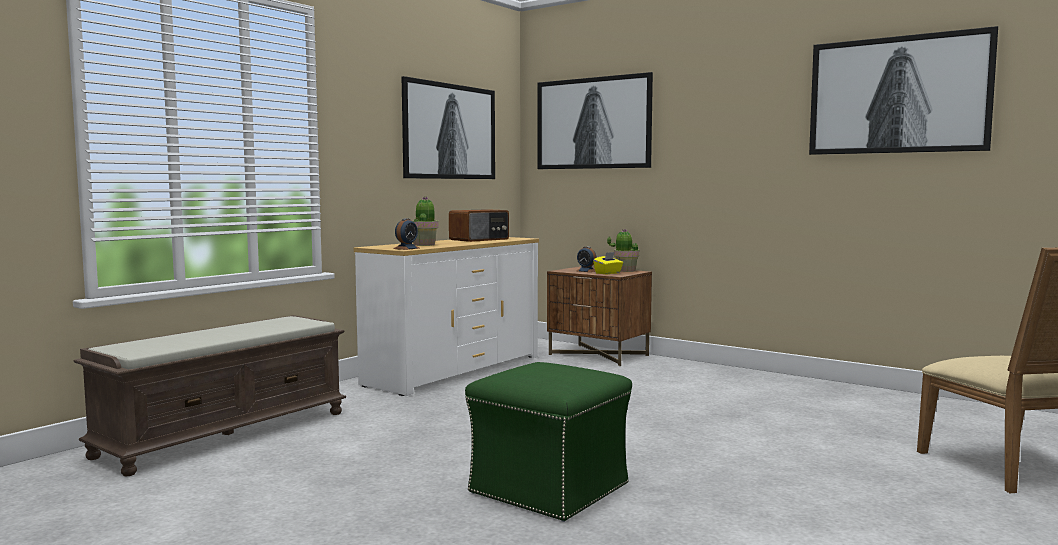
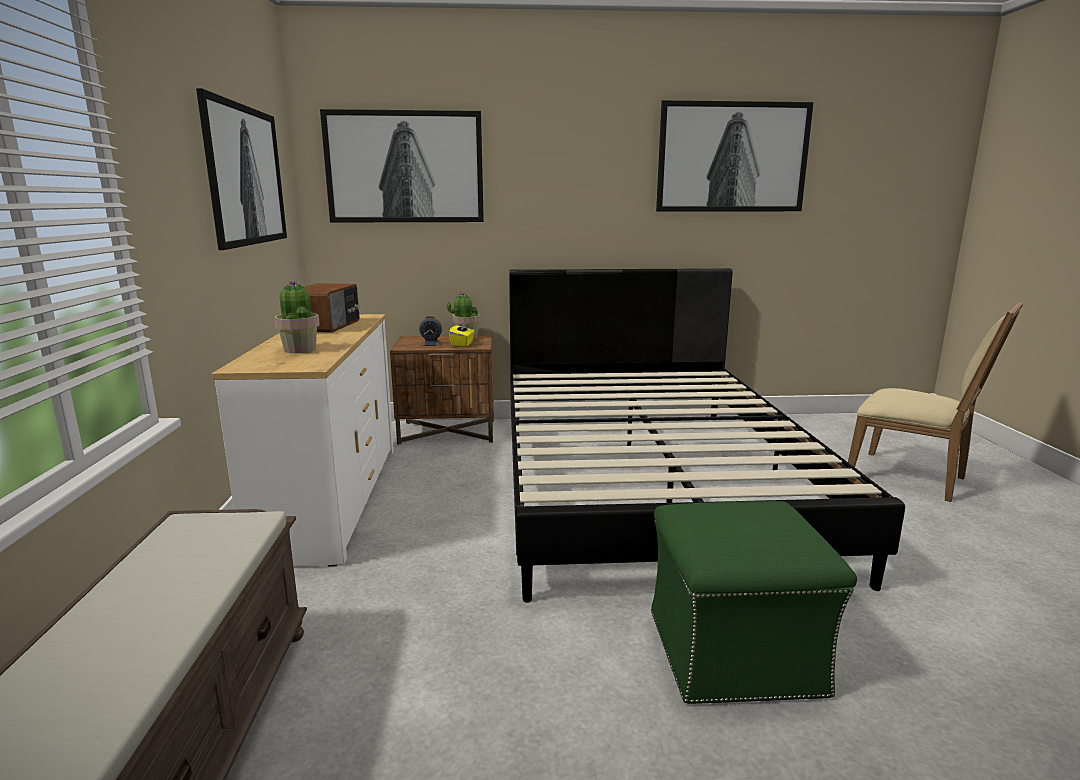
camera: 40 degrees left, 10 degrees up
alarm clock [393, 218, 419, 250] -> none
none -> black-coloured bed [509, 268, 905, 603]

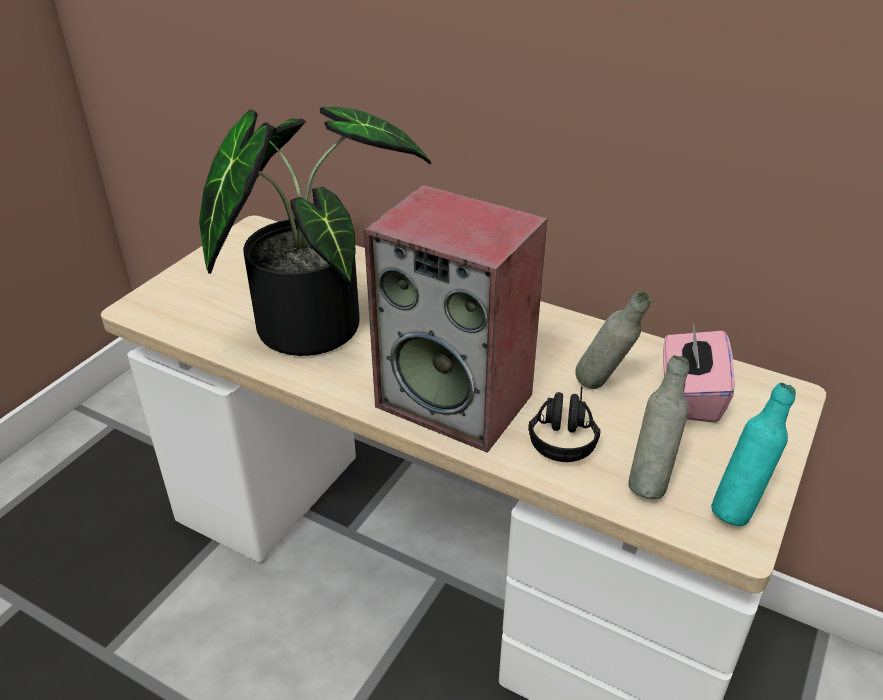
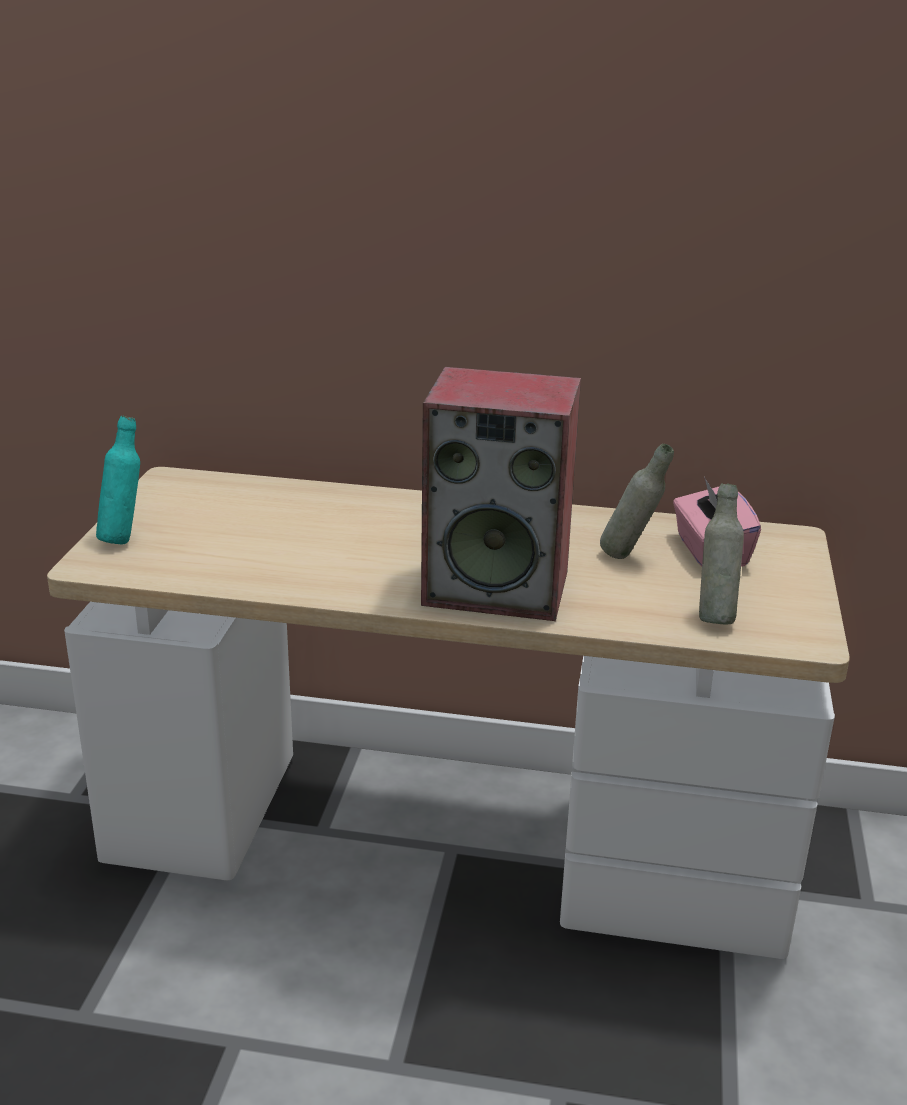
camera: 20 degrees left, 10 degrees down
potted plant [199, 107, 431, 356] -> none
black-coloured headphones [528, 386, 601, 462] -> none
blue-green beverage bottle [711, 383, 796, 526] -> blue-green beverage bottle [96, 416, 140, 544], move

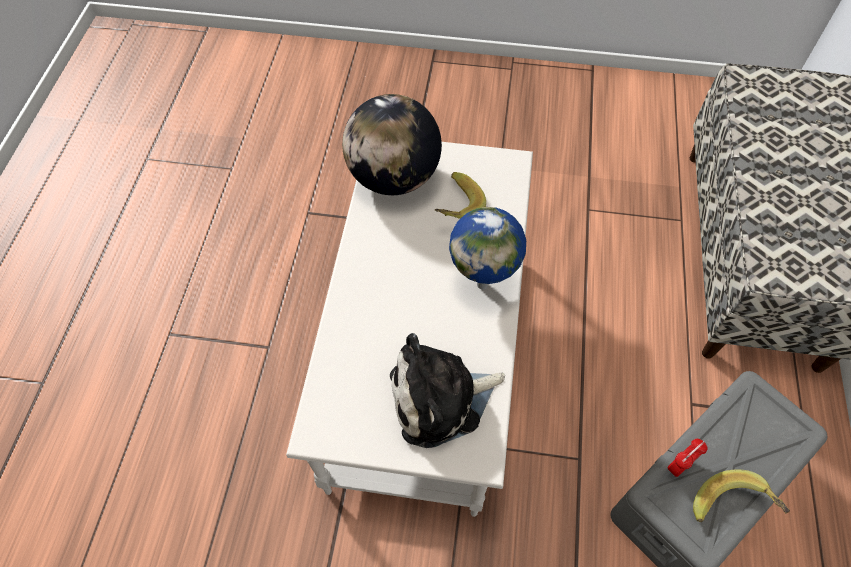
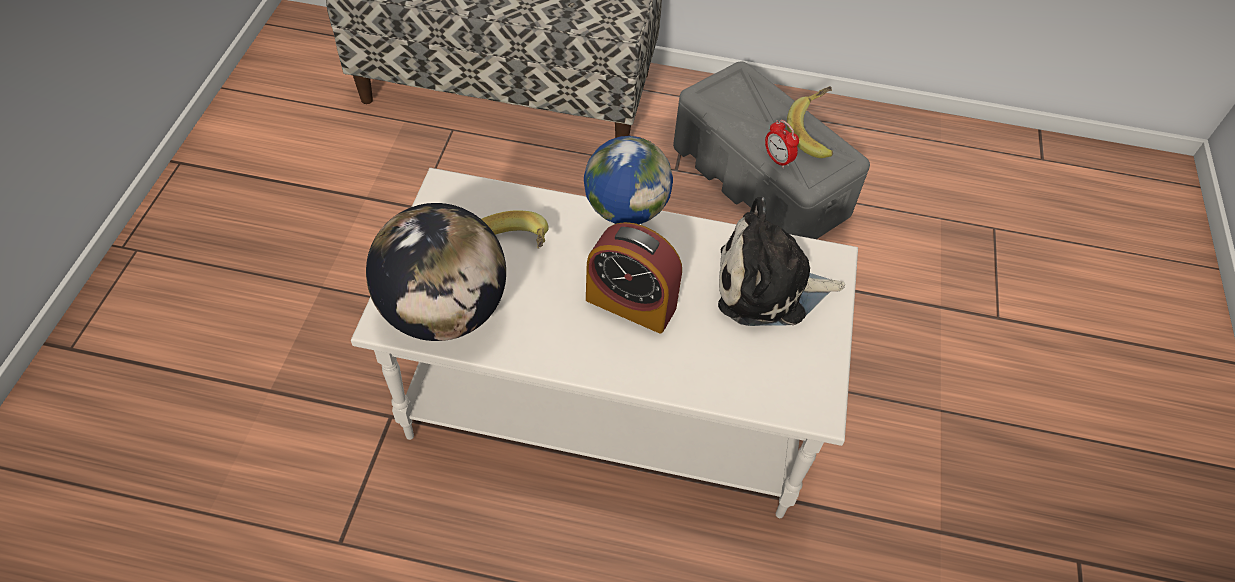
camera: 90 degrees left, 5 degrees down
none -> alarm clock [586, 222, 682, 333]
plush toy [390, 333, 505, 448] -> plush toy [718, 197, 845, 326], 105 degrees clockwise

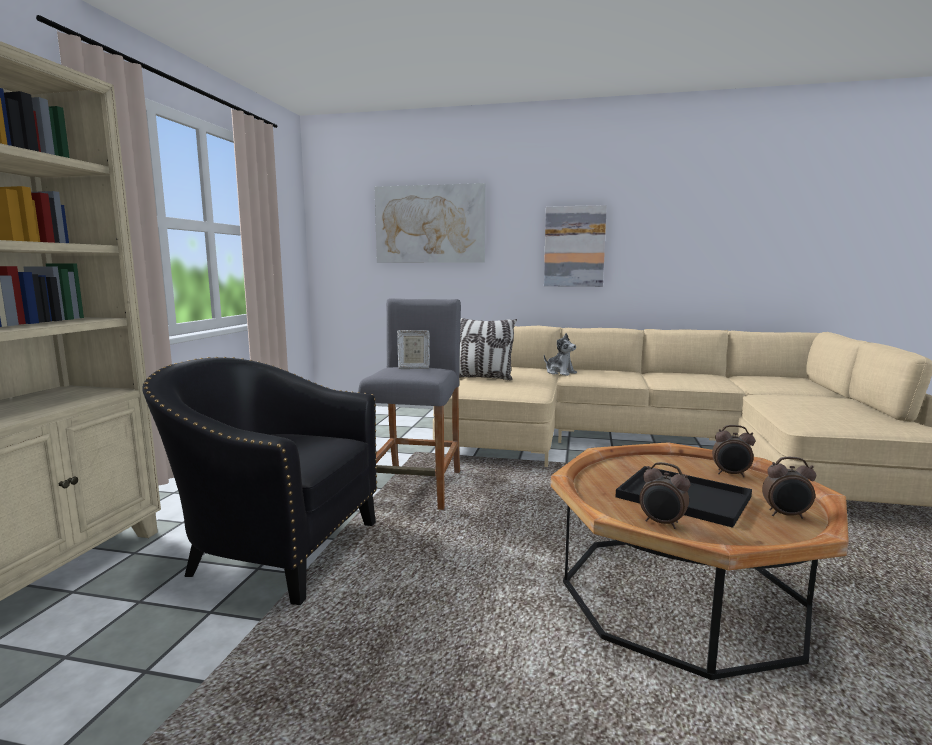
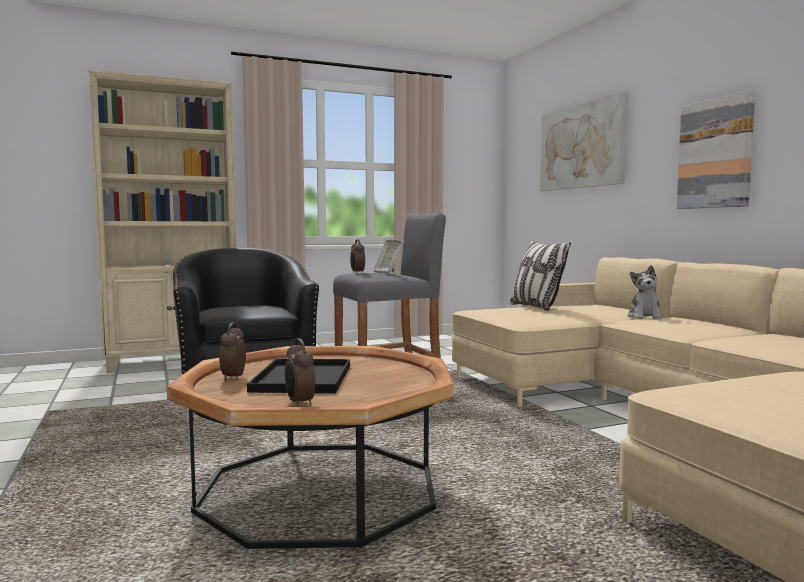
camera: 55 degrees right, 5 degrees down
alarm clock [712, 425, 755, 477] -> alarm clock [350, 239, 365, 274], move

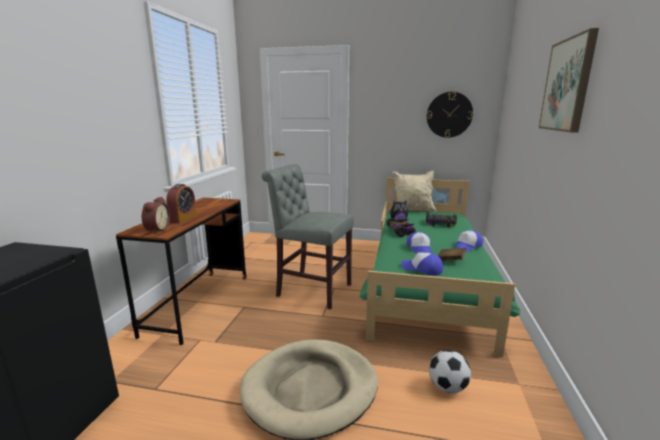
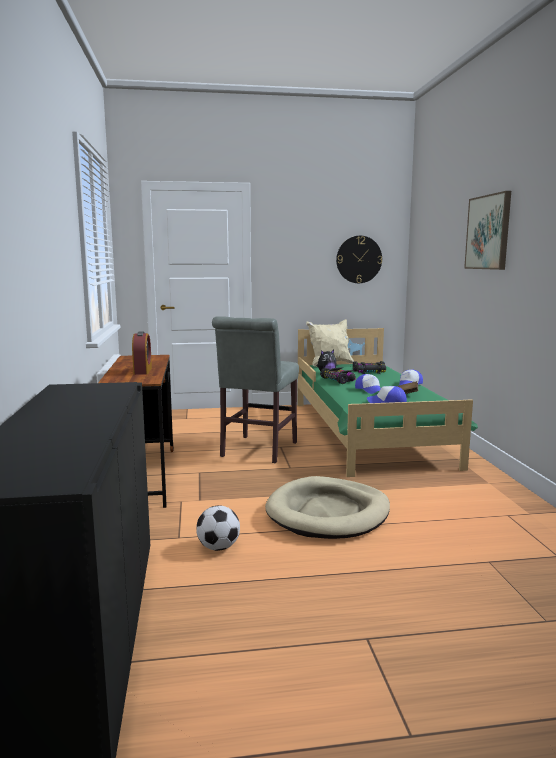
camera: 20 degrees left, 5 degrees down
alarm clock [142, 197, 170, 234] -> none
football ball [429, 350, 471, 393] -> football ball [196, 505, 240, 551], move
gray plain chair [262, 164, 354, 309] -> gray plain chair [212, 317, 299, 463], 75 degrees counterclockwise

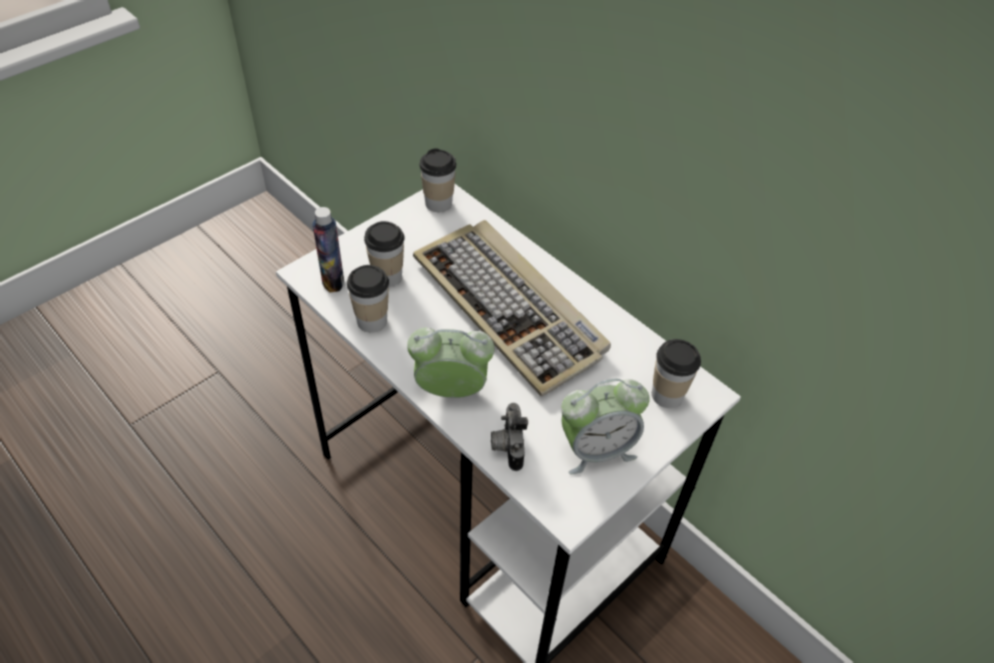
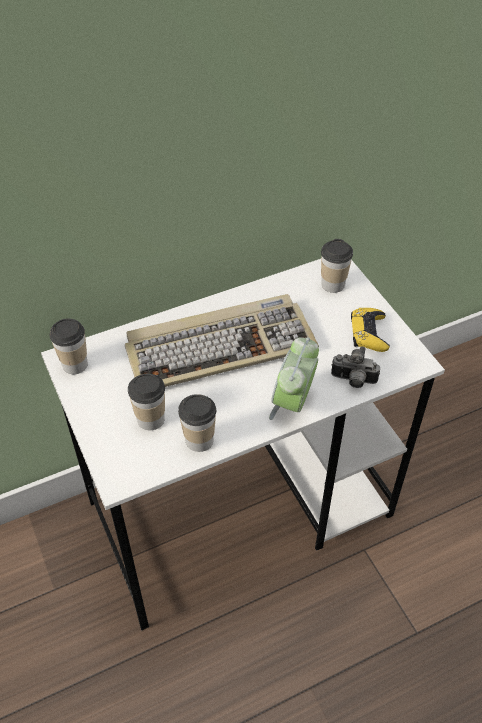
camera: 70 degrees left, 0 degrees up
beverage bottle [312, 207, 344, 292] -> none
alarm clock [561, 379, 650, 474] -> yellow game controller [351, 308, 390, 352]

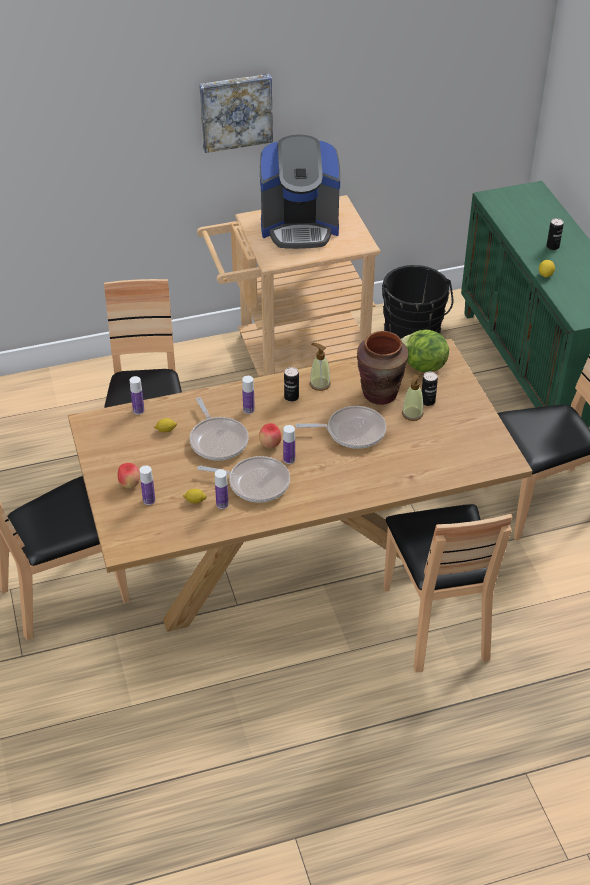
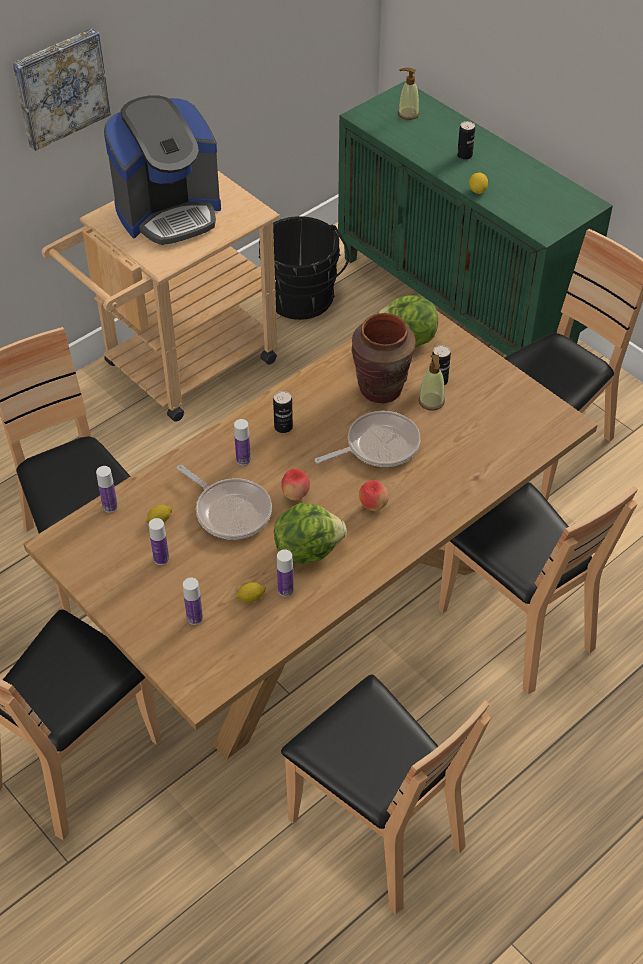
camera: 25 degrees left, 5 degrees up
none -> brown plain chair [281, 675, 491, 914]
whole apple [118, 463, 140, 488] -> whole apple [359, 480, 389, 511], move
beverage bottle [283, 425, 295, 464] -> beverage bottle [149, 518, 169, 565], move
soap bottle [310, 343, 331, 391] -> soap bottle [398, 68, 419, 120], move
pan [197, 456, 290, 502] -> lettuce [274, 503, 347, 564]

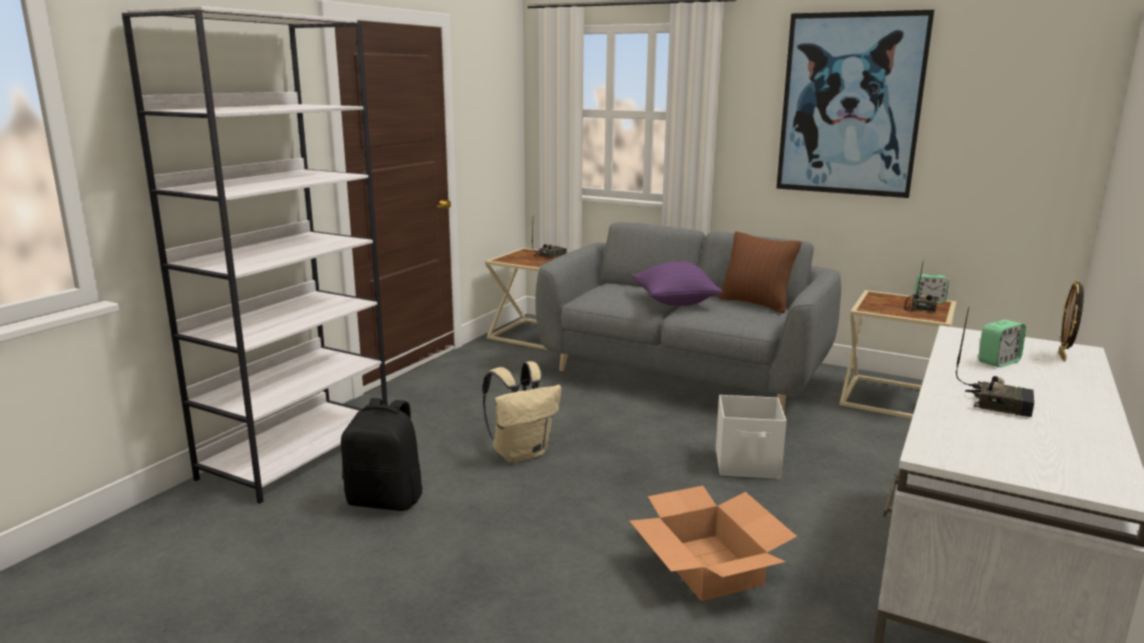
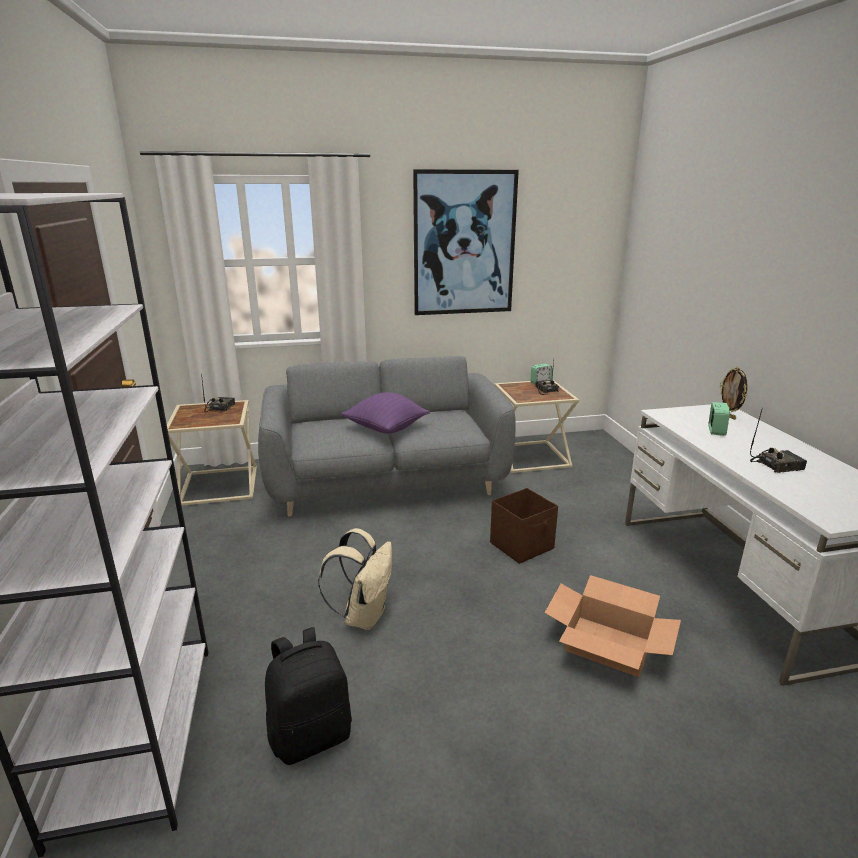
camera: 40 degrees left, 5 degrees up
brown pillow [718, 231, 802, 313] -> none
white-coloured storage bin [716, 395, 787, 479] -> brown storage bin [490, 488, 558, 564]

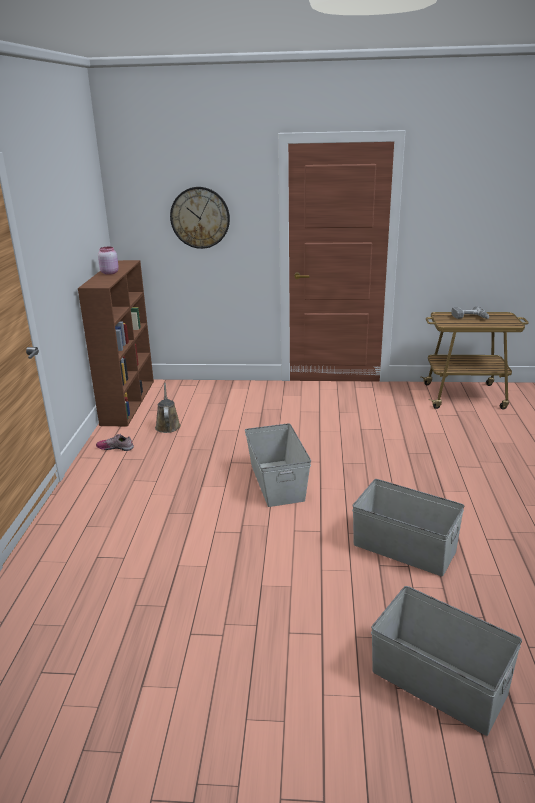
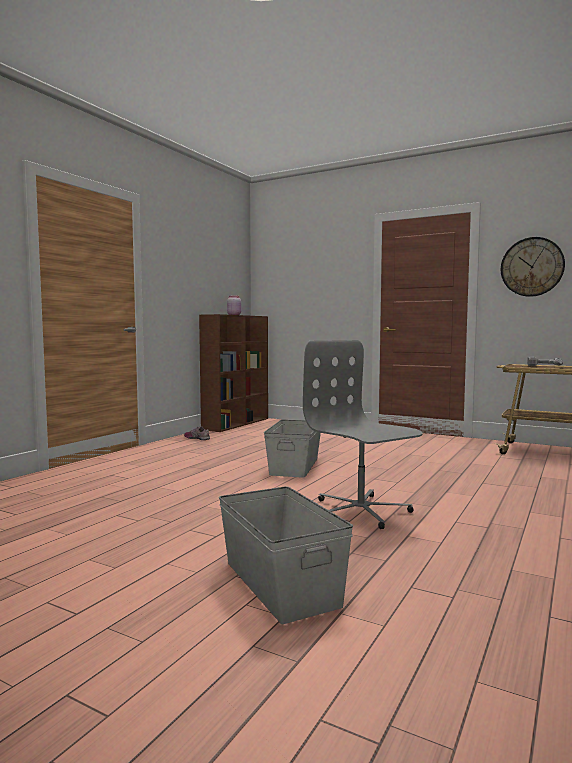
camera: 25 degrees right, 20 degrees down
brown sprinkling can [155, 383, 181, 433] -> none
clock on the wall [170, 187, 230, 249] -> clock on the wall [501, 237, 565, 297], move
gray storage bin [352, 479, 465, 576] -> gray computer chair [303, 340, 423, 529]

